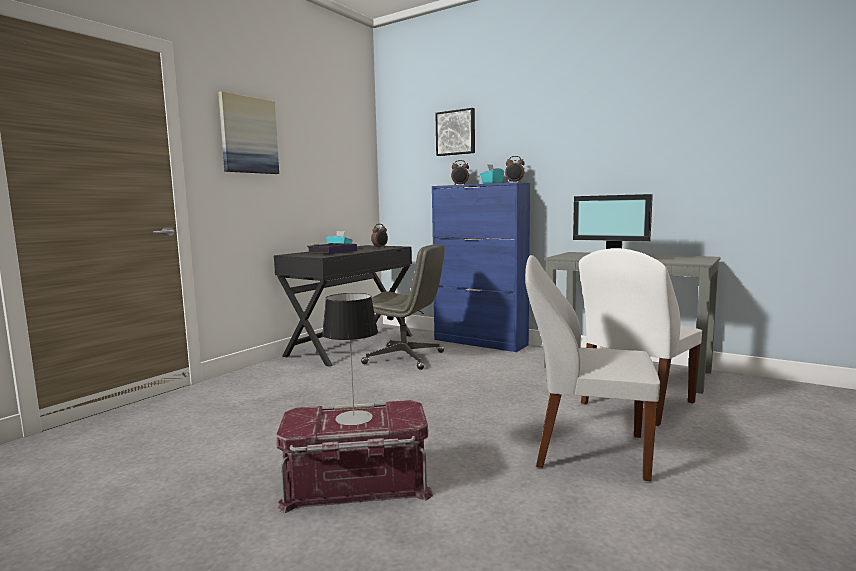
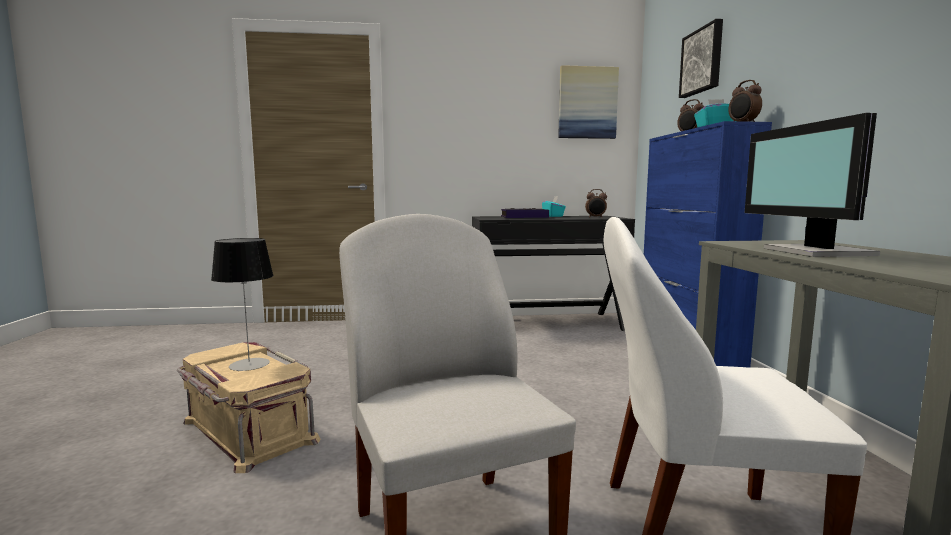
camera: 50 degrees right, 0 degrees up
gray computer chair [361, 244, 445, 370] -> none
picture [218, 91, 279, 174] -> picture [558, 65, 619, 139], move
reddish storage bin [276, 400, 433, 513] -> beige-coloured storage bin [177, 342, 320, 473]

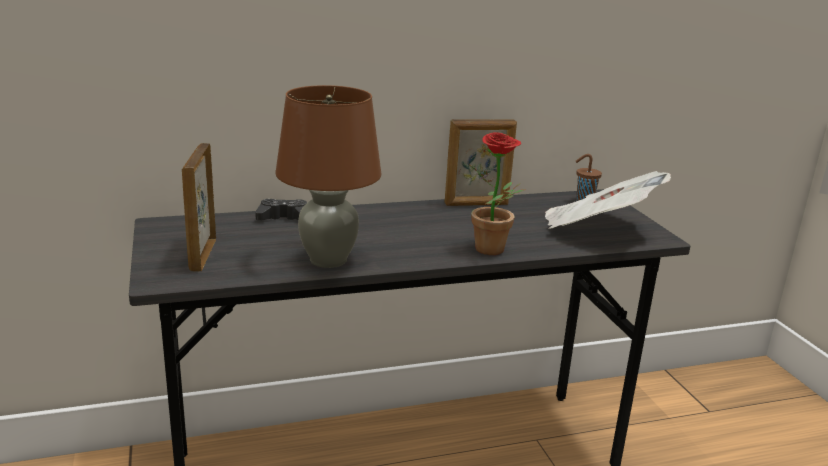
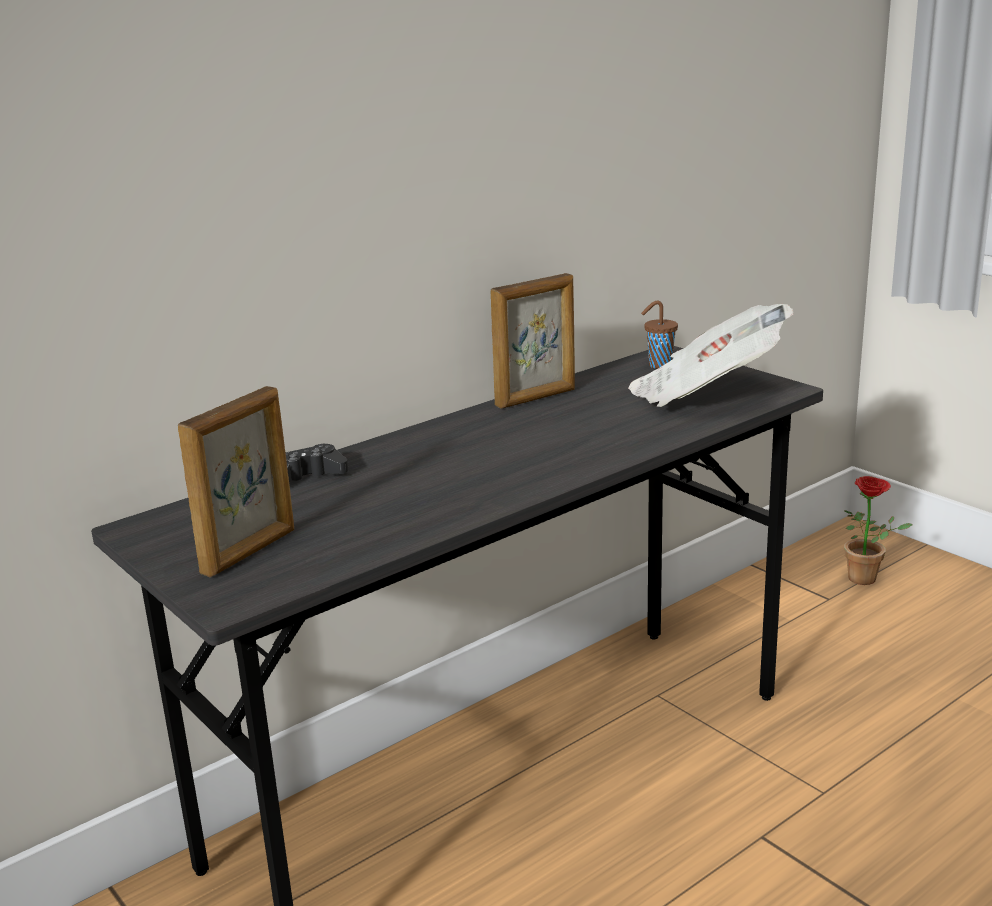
camera: 20 degrees left, 0 degrees up
brown table lamp [275, 85, 381, 268] -> none
potted plant [469, 132, 526, 255] -> potted plant [844, 476, 912, 585], move
standing frame [182, 143, 216, 271] -> standing frame [178, 386, 294, 577], 120 degrees counterclockwise

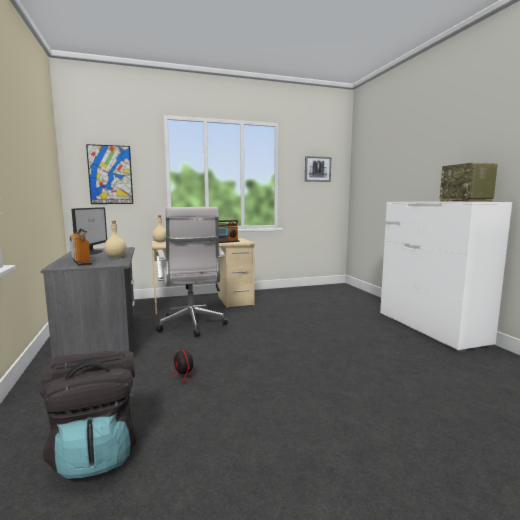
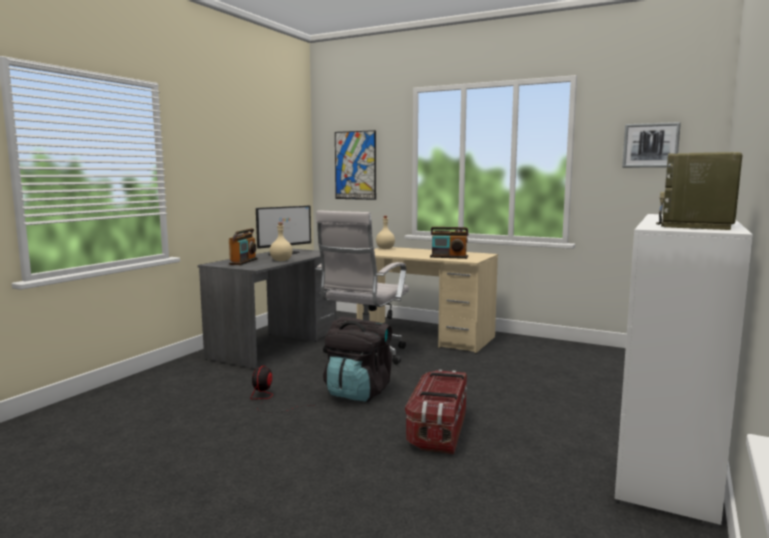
camera: 45 degrees right, 0 degrees up
none -> storage bin [405, 369, 467, 454]
black-coloured rucksack [39, 351, 137, 479] -> black-coloured rucksack [323, 317, 392, 402], move

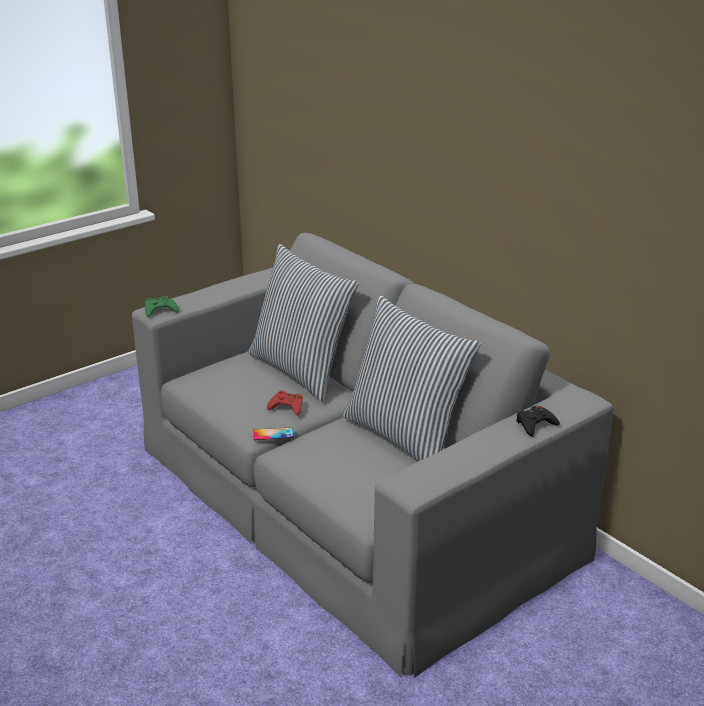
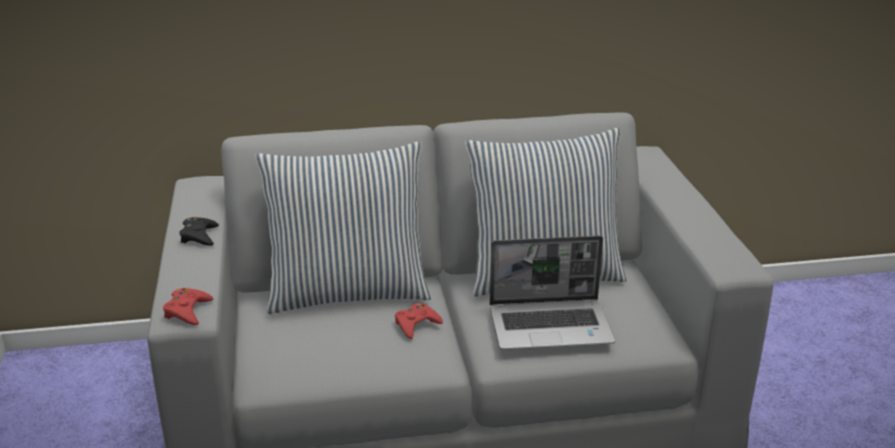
camera: 60 degrees left, 0 degrees up
phone [254, 427, 293, 440] -> none
none -> laptop [489, 236, 615, 350]
black-coloured game controller [516, 406, 560, 437] -> black-coloured game controller [179, 217, 219, 246], move
green-coloured game controller [145, 296, 179, 318] -> reddish game controller [163, 288, 213, 325]

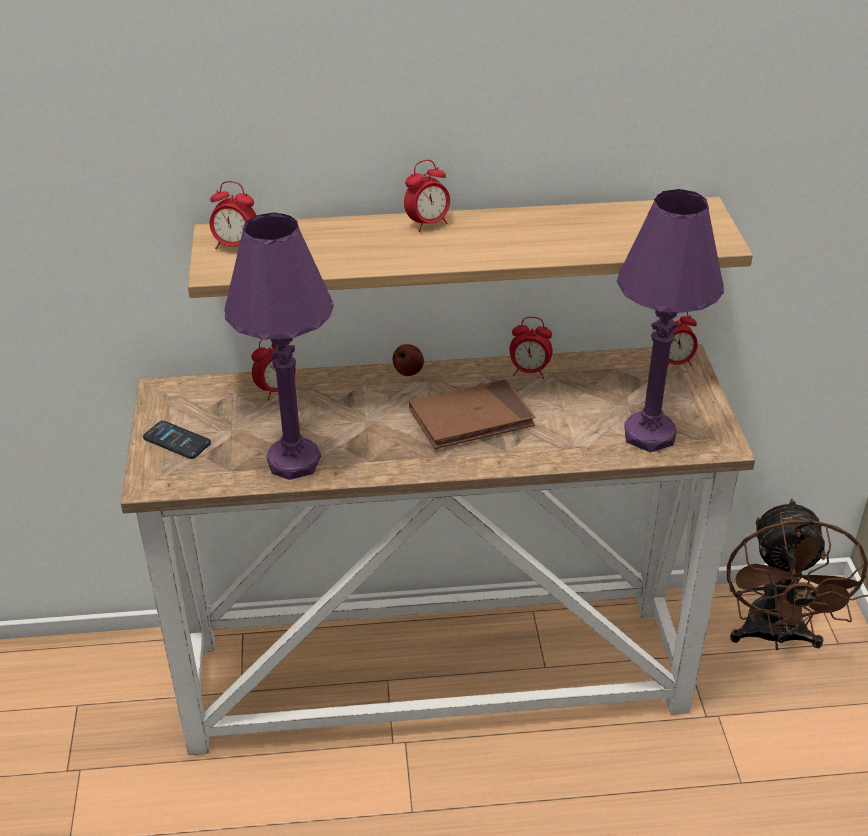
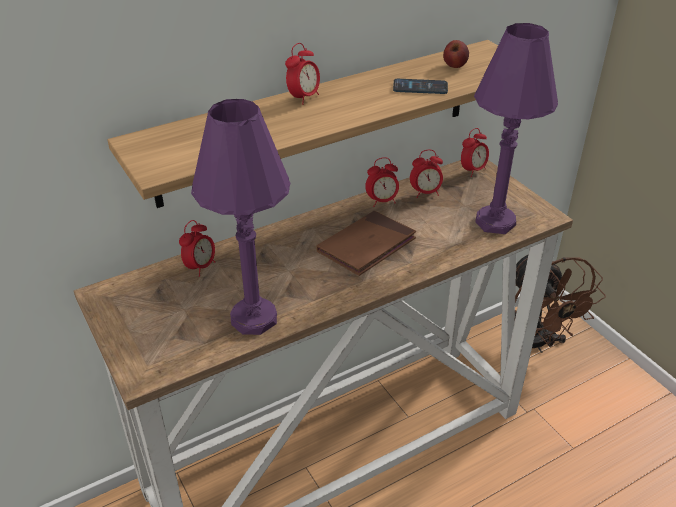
camera: 25 degrees left, 0 degrees up
phone [143, 421, 211, 459] -> phone [393, 79, 448, 94], move
alarm clock [210, 181, 256, 249] -> alarm clock [410, 150, 443, 198], move
whole apple [393, 344, 424, 376] -> whole apple [443, 40, 469, 68], move

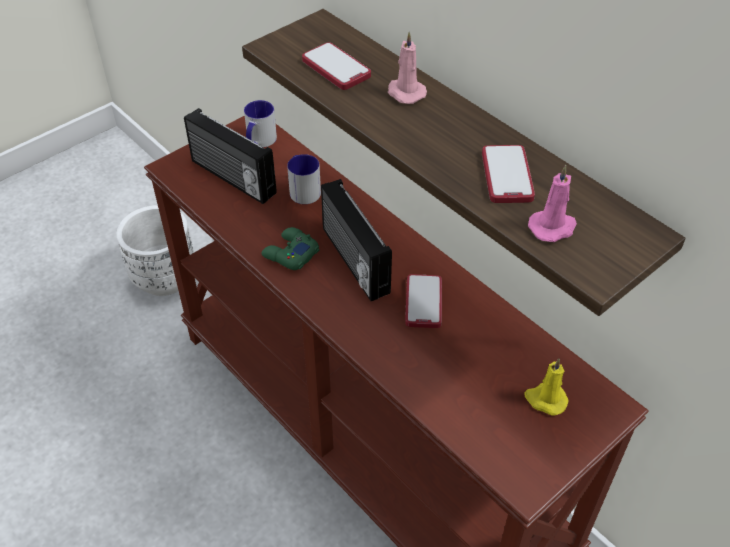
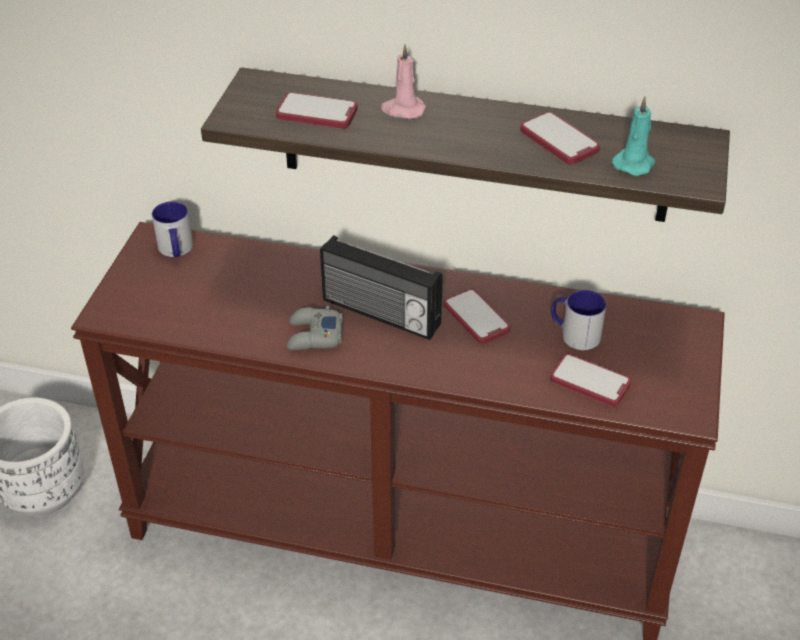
camera: 35 degrees left, 5 degrees down
radio set [184, 108, 277, 204] -> none
yellow wax light [524, 358, 569, 416] -> none
none -> phone [550, 354, 631, 407]
tea mug [287, 154, 321, 204] -> tea mug [551, 290, 606, 350], move
green-coloured game controller [262, 227, 319, 270] -> gray game controller [287, 306, 343, 350]
pinkish wax light [528, 165, 577, 242] -> blue-green wax light [612, 97, 655, 176]

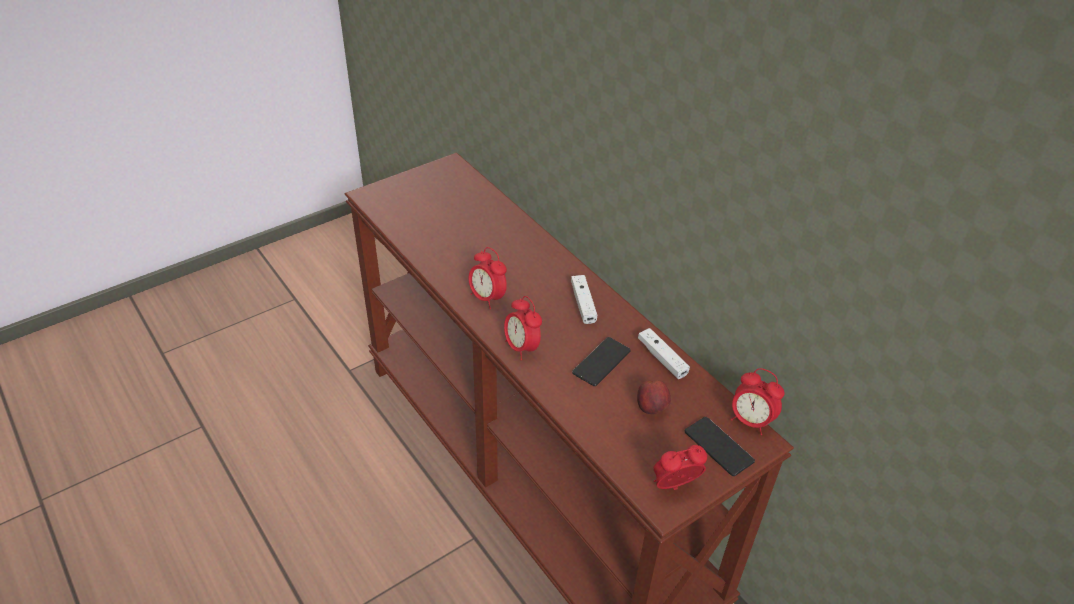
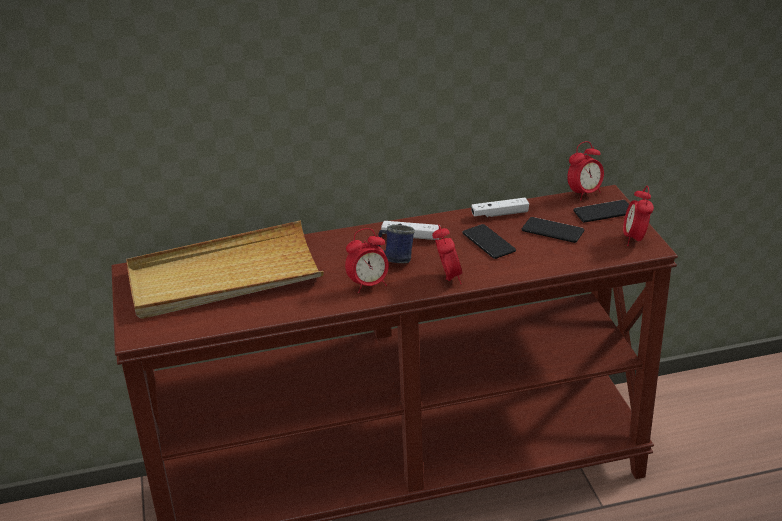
camera: 65 degrees left, 10 degrees down
none -> beige-coloured tray [126, 220, 324, 319]
none -> blue tea mug [378, 225, 415, 263]
whole apple [637, 380, 671, 415] -> phone [522, 217, 584, 243]
alarm clock [504, 296, 542, 360] -> alarm clock [432, 224, 463, 285], 90 degrees counterclockwise

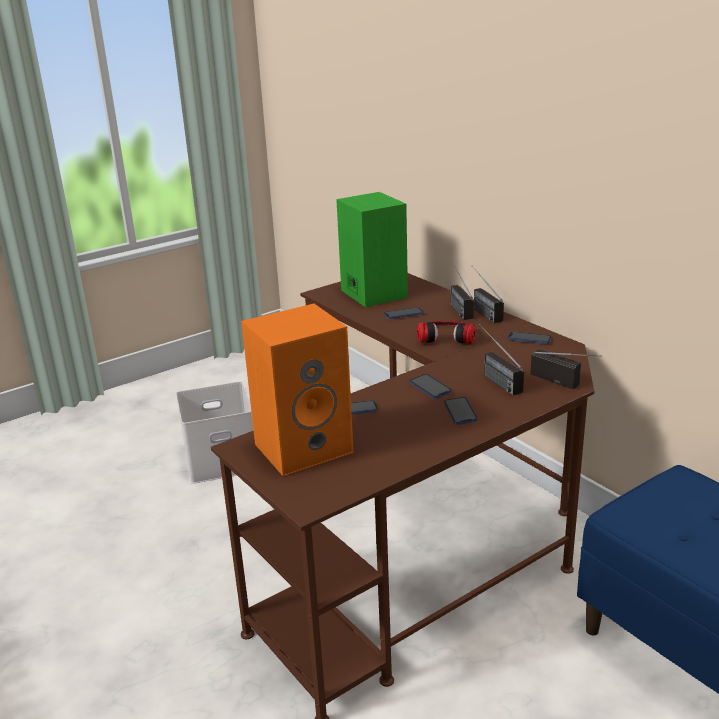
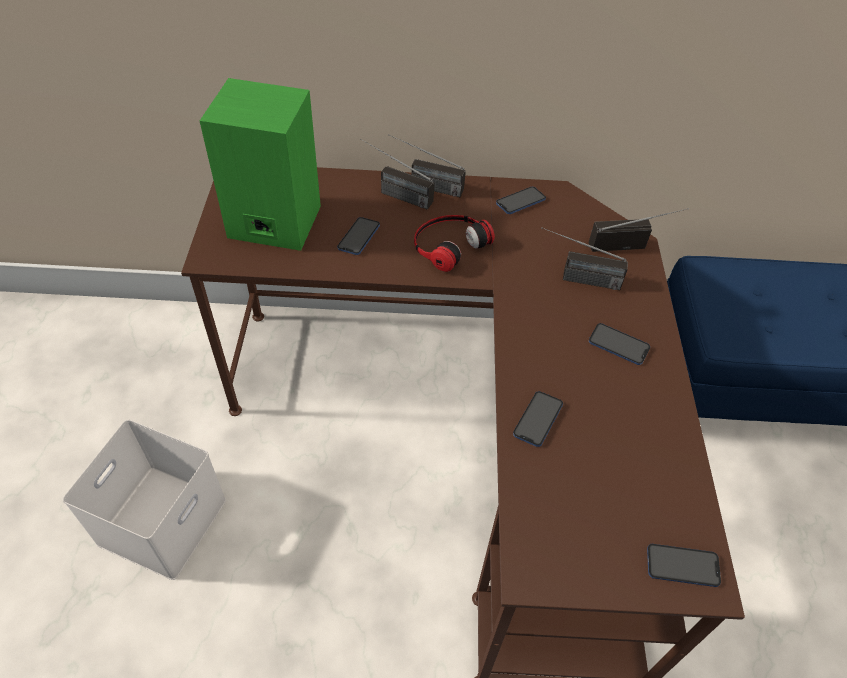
camera: 55 degrees left, 25 degrees up
orange loudspeaker [241, 304, 354, 476] -> none
phone [410, 374, 452, 399] -> phone [647, 544, 721, 587], move

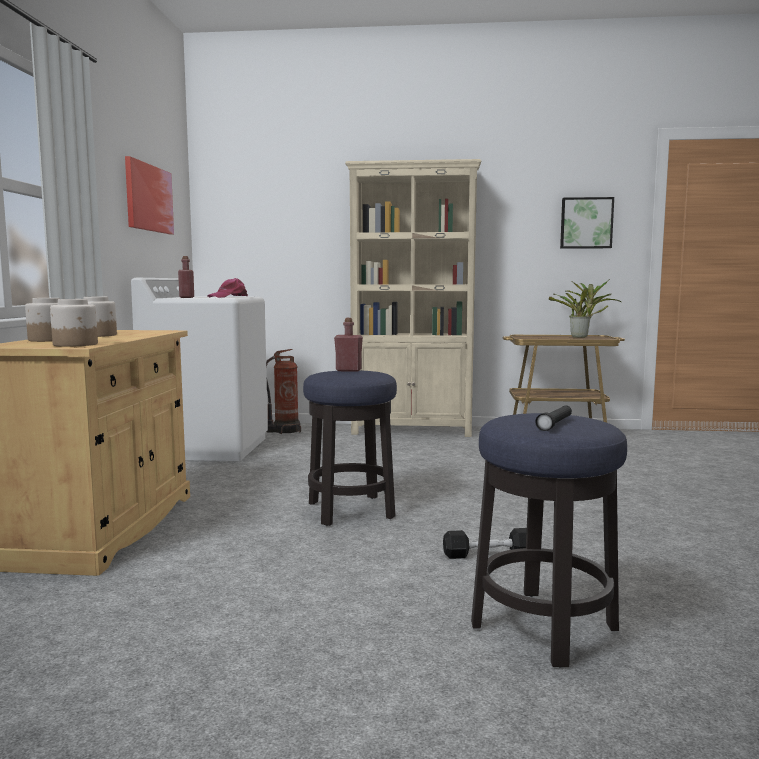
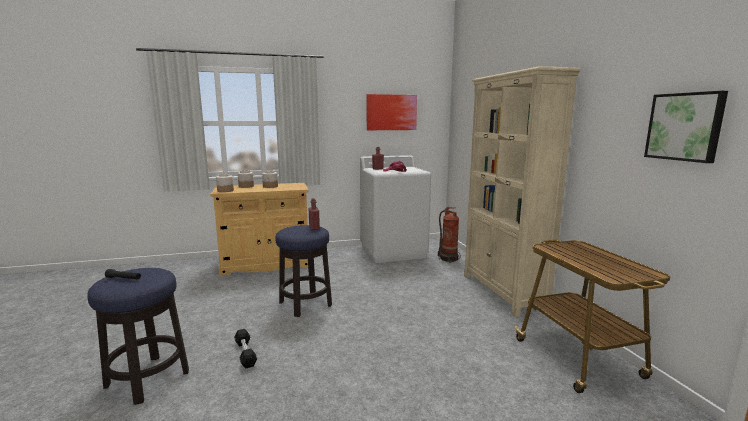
camera: 70 degrees right, 5 degrees up
potted plant [549, 279, 621, 338] -> none

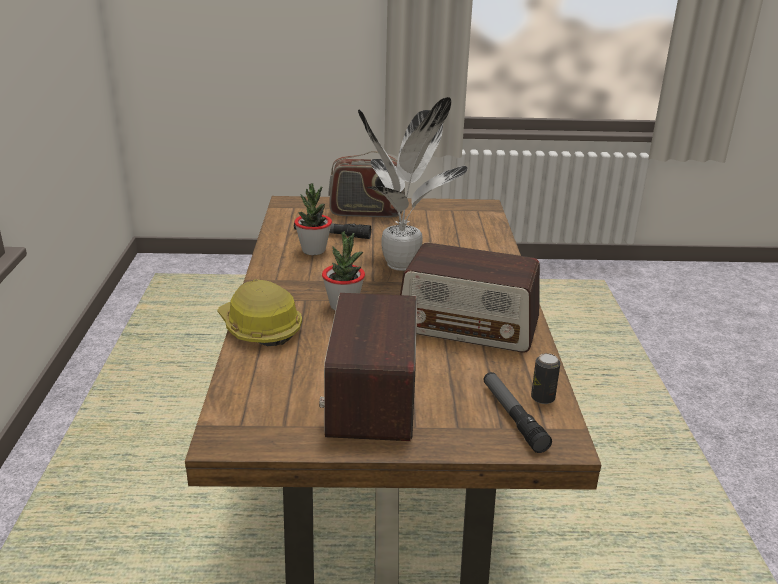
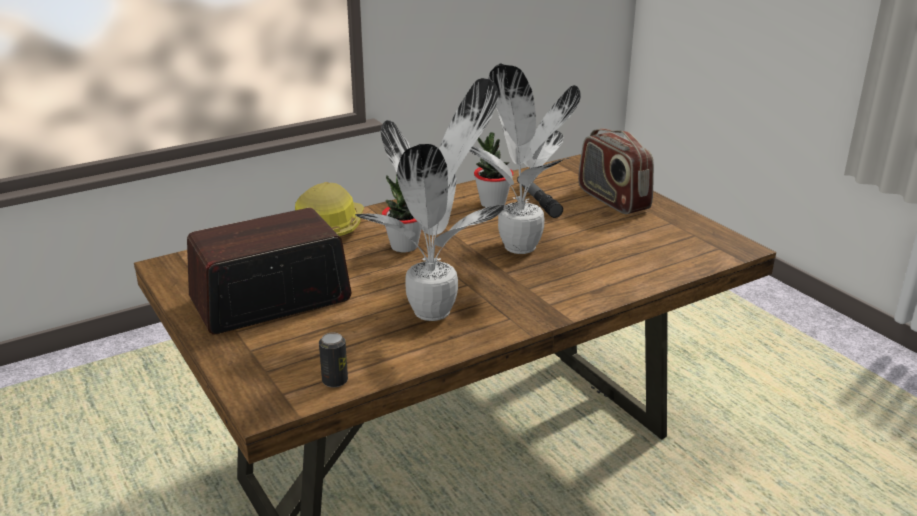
camera: 60 degrees right, 0 degrees up
hand torch [484, 372, 552, 453] -> none
radio set [400, 243, 540, 353] -> potted plant [355, 78, 505, 321]

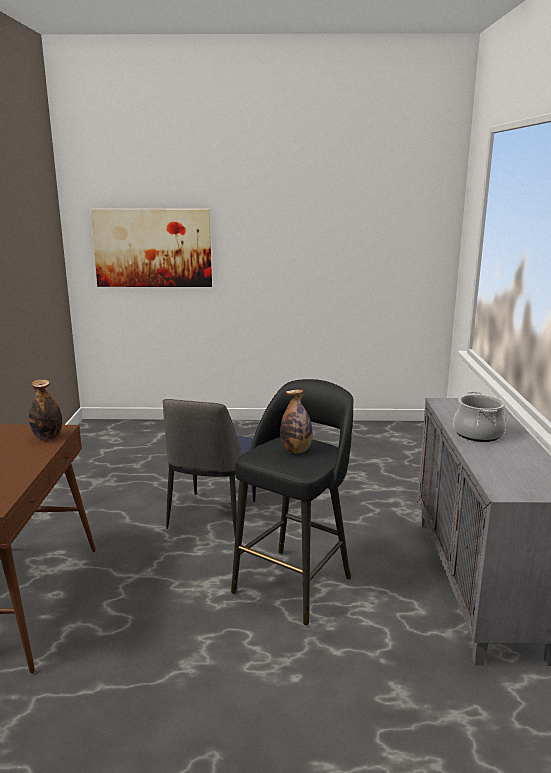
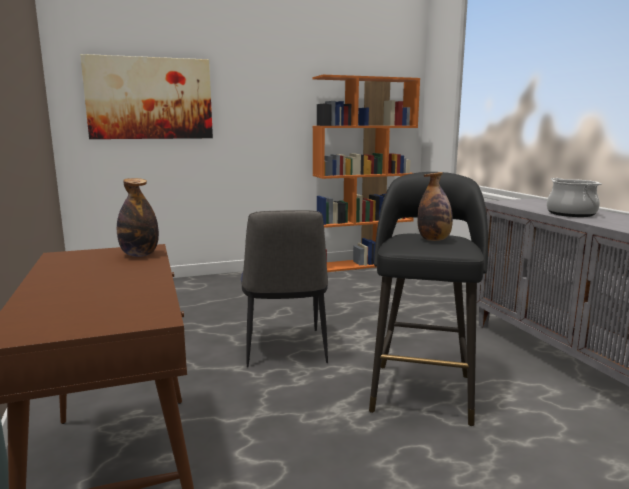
camera: 20 degrees left, 5 degrees down
none -> orange bookshelf [313, 75, 420, 272]

